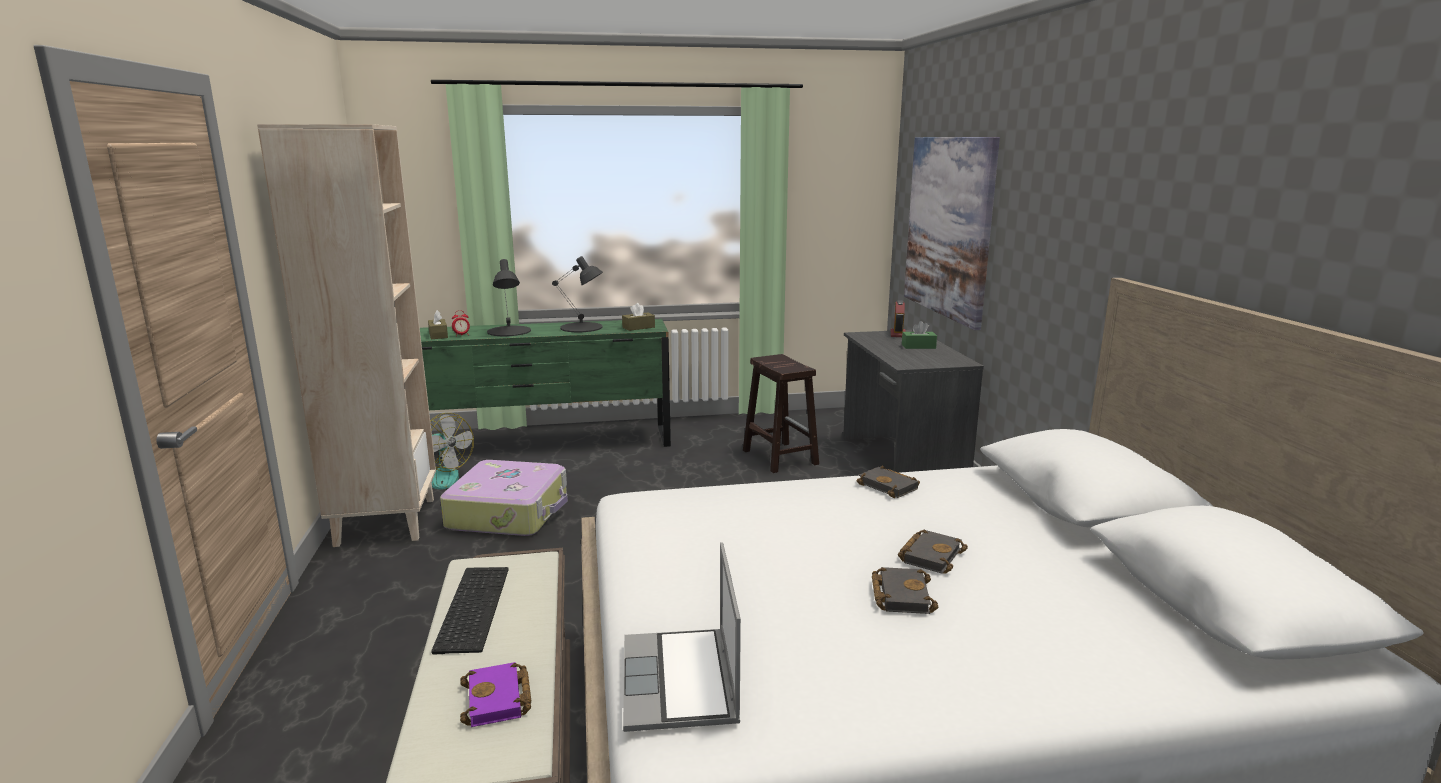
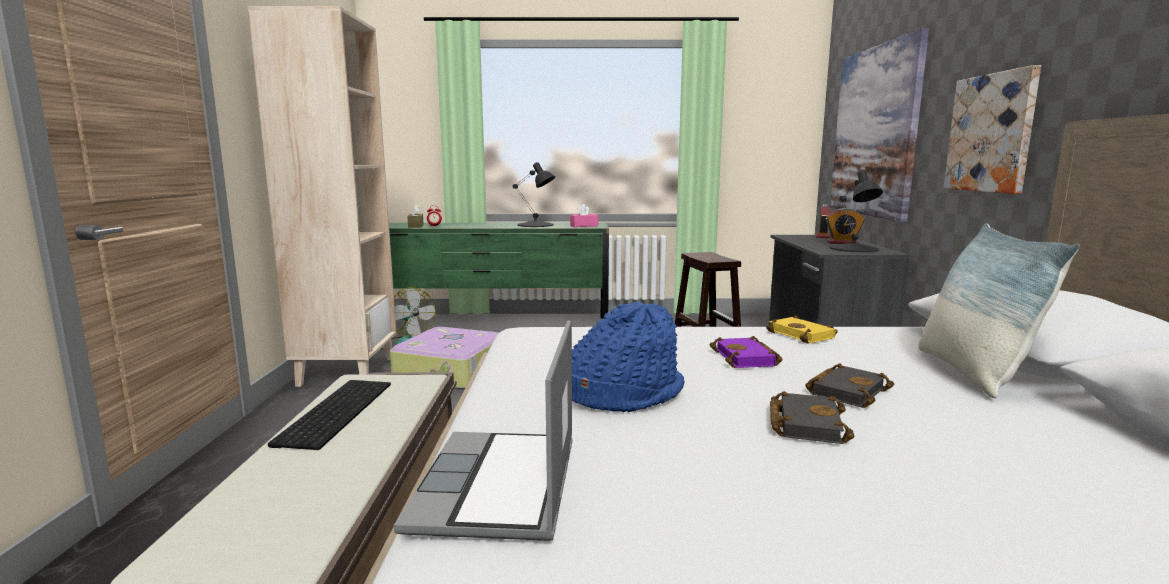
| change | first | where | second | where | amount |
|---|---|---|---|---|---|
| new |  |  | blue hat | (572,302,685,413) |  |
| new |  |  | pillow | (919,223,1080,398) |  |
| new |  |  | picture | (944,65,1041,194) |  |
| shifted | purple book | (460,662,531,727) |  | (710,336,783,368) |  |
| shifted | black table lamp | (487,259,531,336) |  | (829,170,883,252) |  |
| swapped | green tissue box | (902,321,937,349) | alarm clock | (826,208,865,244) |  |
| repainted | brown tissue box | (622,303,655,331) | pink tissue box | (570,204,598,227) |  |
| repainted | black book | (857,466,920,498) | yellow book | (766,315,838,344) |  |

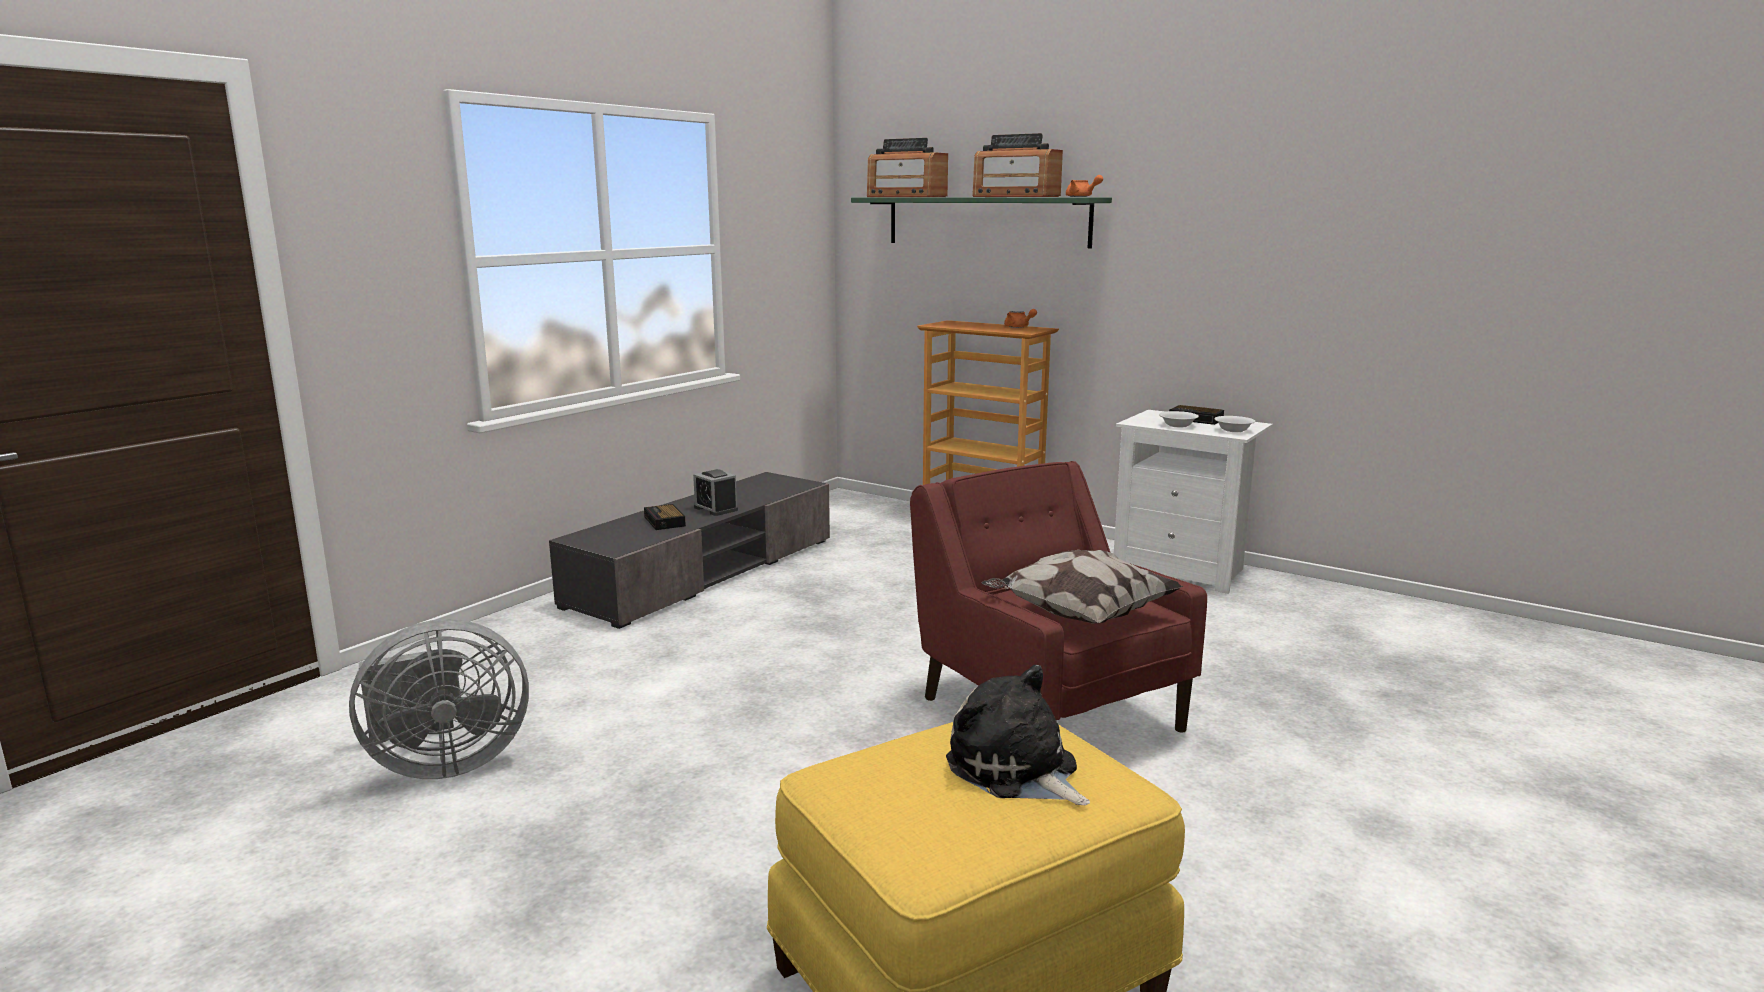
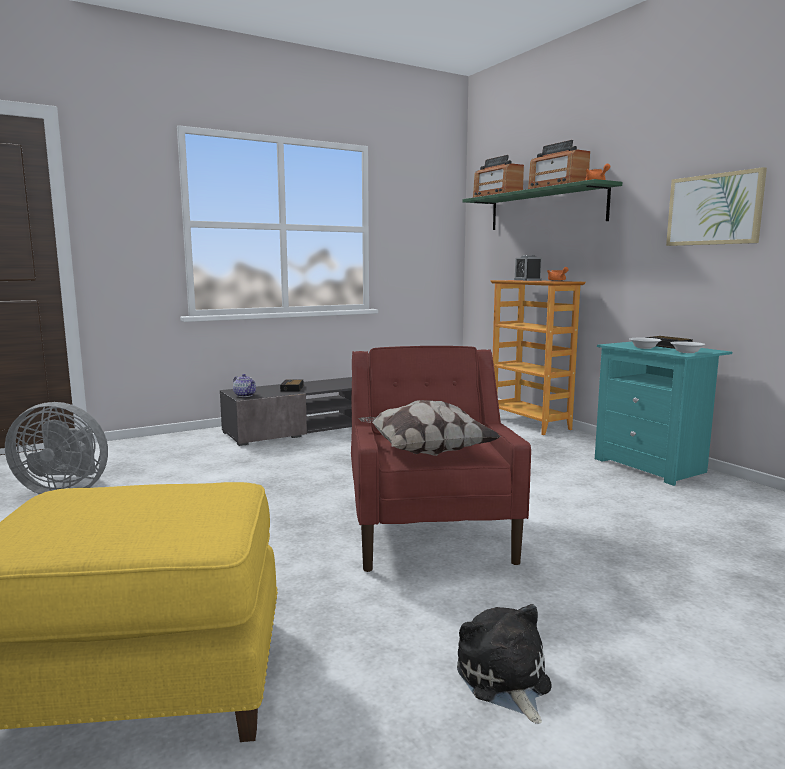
| change | first | where | second | where | amount |
|---|---|---|---|---|---|
| new |  |  | teapot | (233,374,256,397) |  |
| new |  |  | picture | (666,167,767,246) |  |
| shifted | alarm clock | (693,469,738,516) |  | (514,255,542,281) |  |
| shifted | plush toy | (946,665,1090,805) |  | (457,604,552,724) |  |
| repainted | white nightstand | (1114,410,1273,594) | turquoise nightstand | (595,342,732,486) |  |

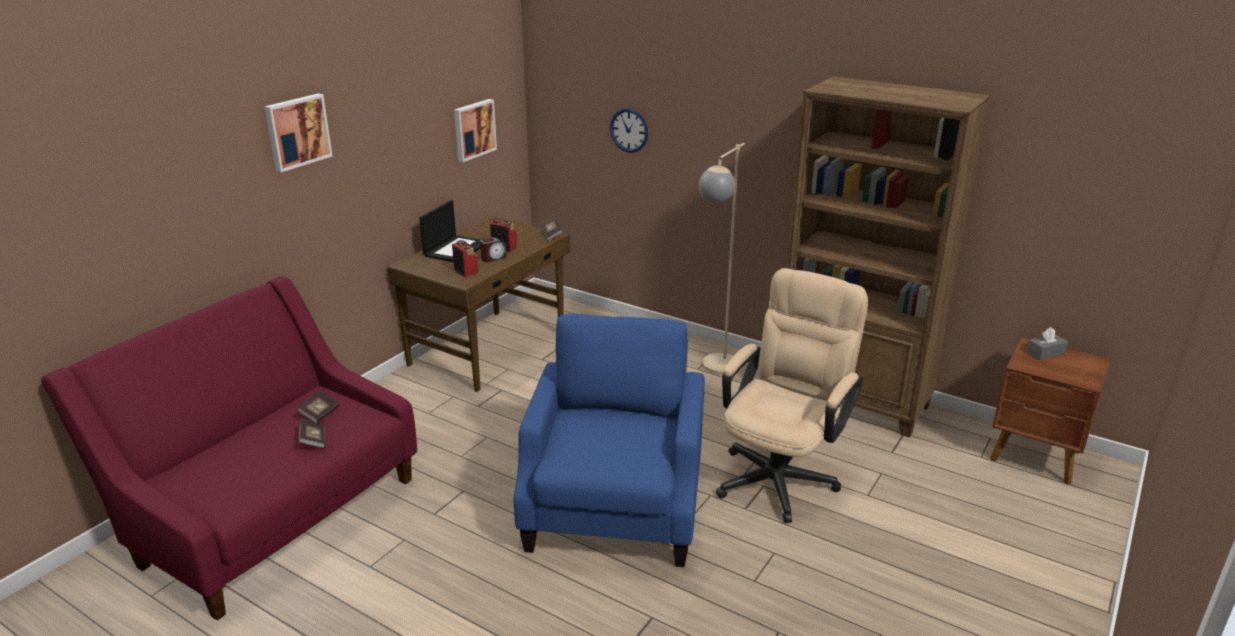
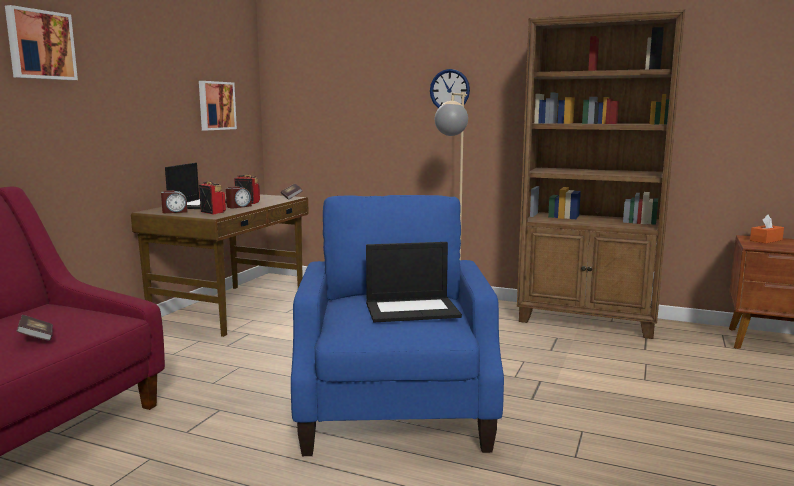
| change | first | where | second | where | amount |
|---|---|---|---|---|---|
| gone | book | (297,390,339,423) |  |  |  |
| gone | beige office chair | (716,268,868,523) |  |  |  |
| new |  |  | alarm clock | (161,190,187,213) |  |
| new |  |  | laptop | (366,242,462,322) |  |
| shifted | wall clock | (610,108,648,153) |  | (430,69,470,108) |  |
| repainted | grey tissue box | (1026,327,1068,360) | orange tissue box | (750,215,784,243) |  |

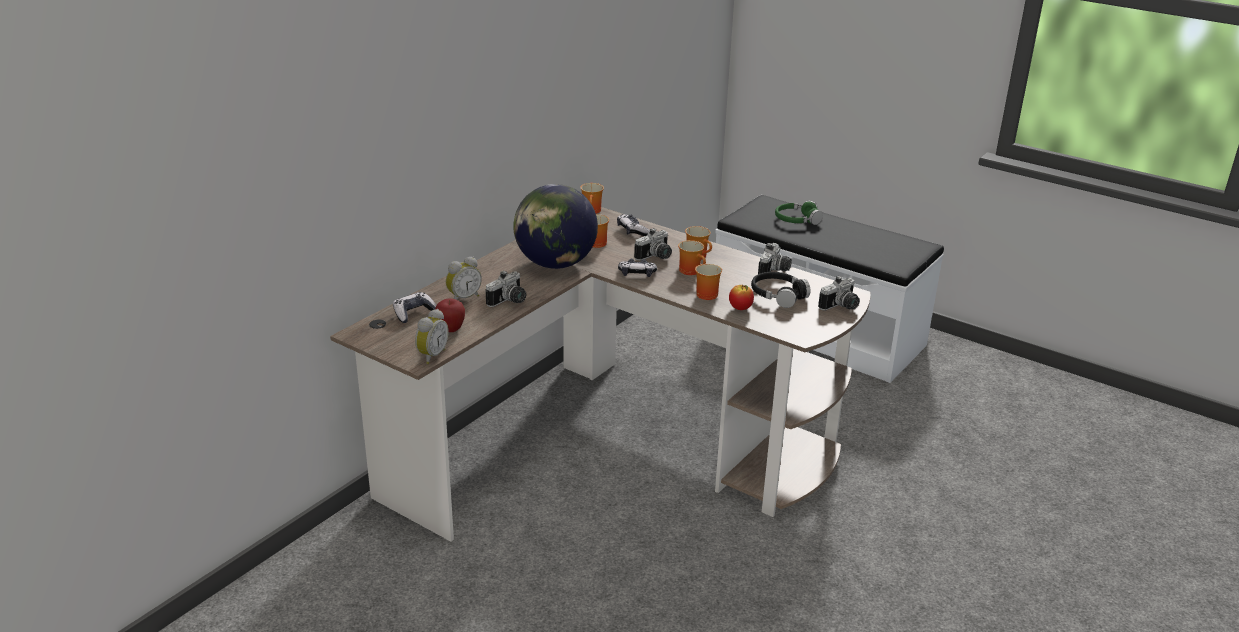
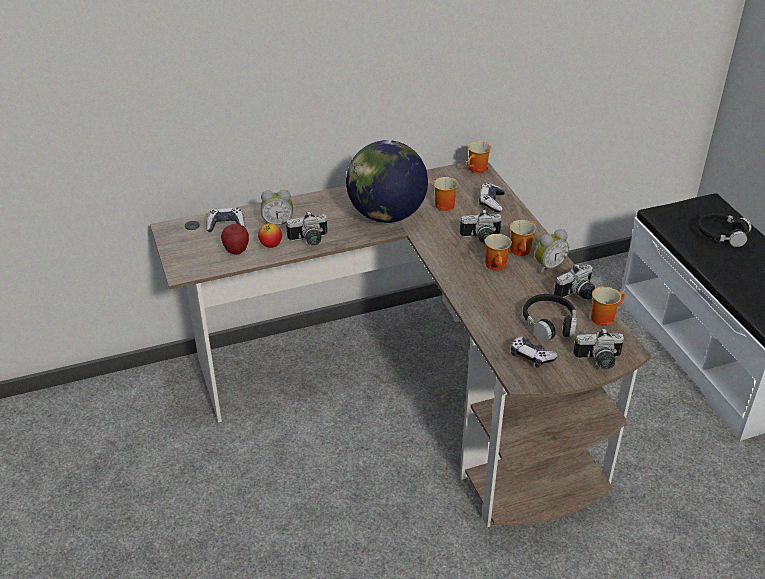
| change | first | where | second | where | amount |
|---|---|---|---|---|---|
| shifted | alarm clock | (415,309,449,364) |  | (535,229,569,274) |  |
| shifted | game controller | (618,259,657,277) |  | (511,337,558,368) |  |
| shifted | mug | (695,264,722,300) |  | (591,286,625,326) |  |
| shifted | apple | (729,284,754,310) |  | (258,224,282,248) |  |
| repainted | green headphones | (775,200,823,225) | black headphones | (698,213,751,247) |  |

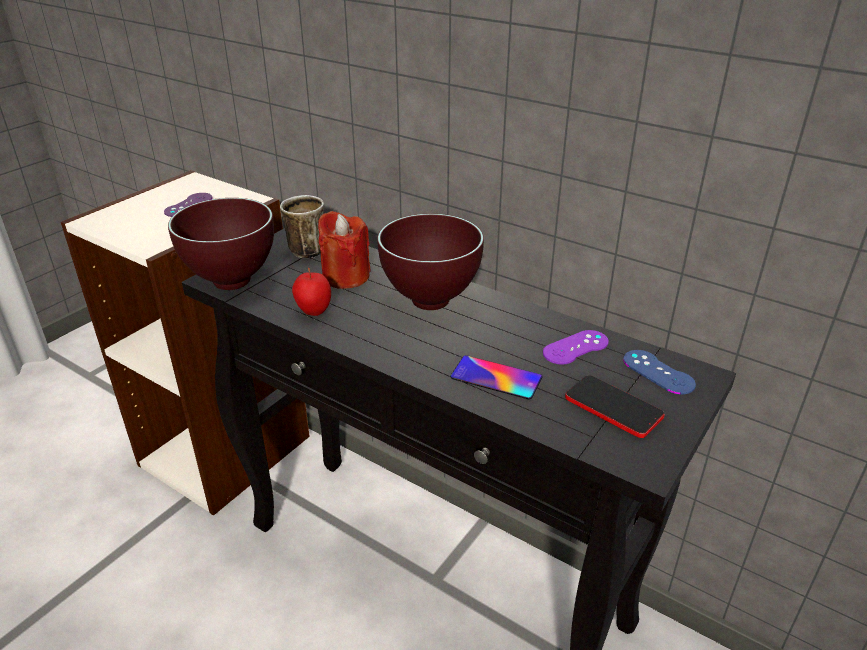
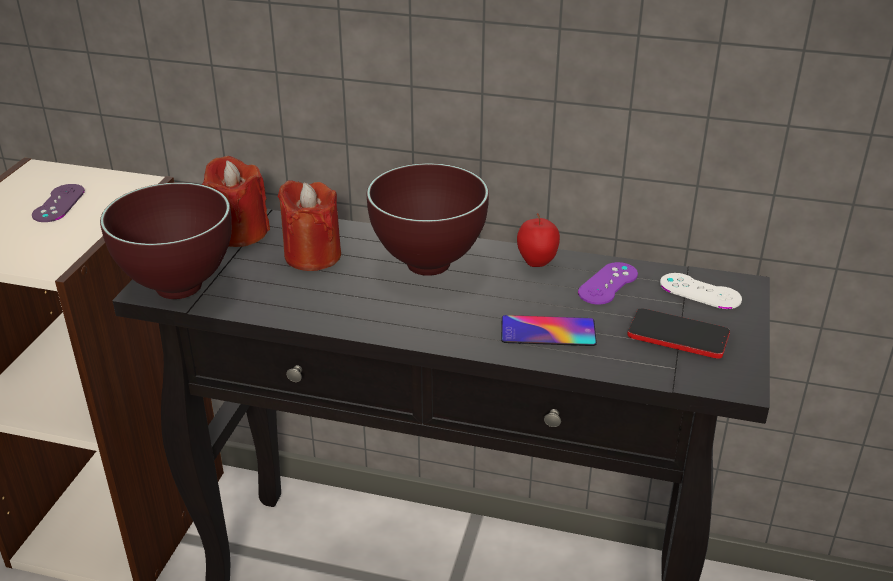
| change | first | where | second | where | amount |
|---|---|---|---|---|---|
| shifted | apple | (292,268,331,316) |  | (517,213,560,267) |  |
| swapped | mug | (280,195,324,258) | red candle | (202,156,270,247) |  |
| repainted | blue game controller | (623,350,696,395) | white game controller | (660,273,742,309) |  |

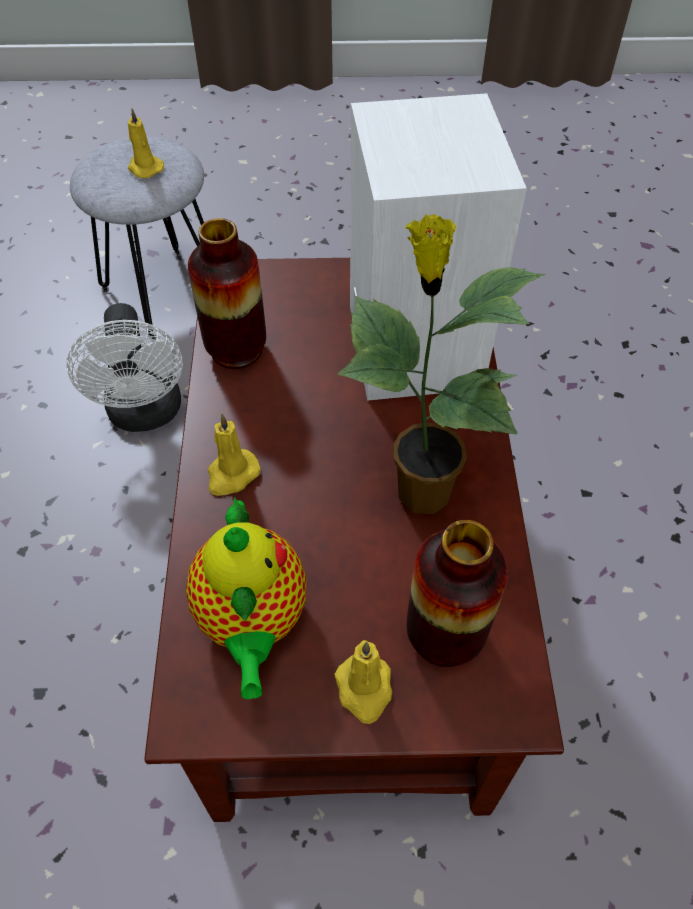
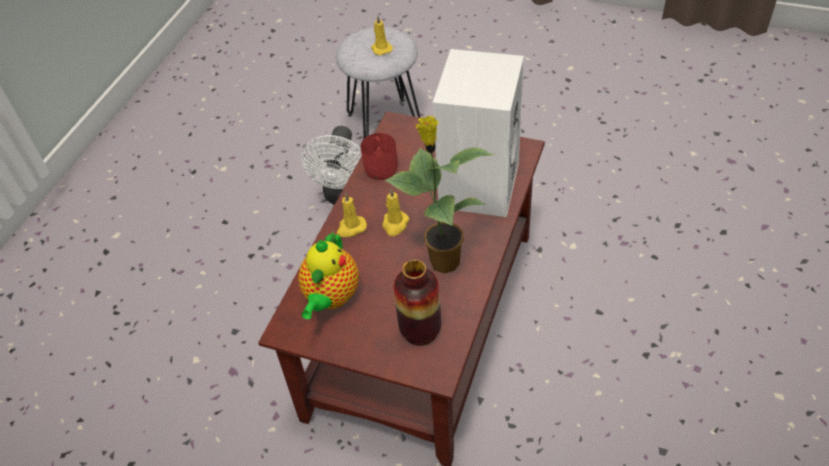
| change | first | where | second | where | amount |
|---|---|---|---|---|---|
| shifted | yellow candle | (334,640,392,724) |  | (382,188,409,236) |  |
| swapped | vase | (188,218,266,369) | red mug | (361,133,397,180) |  |

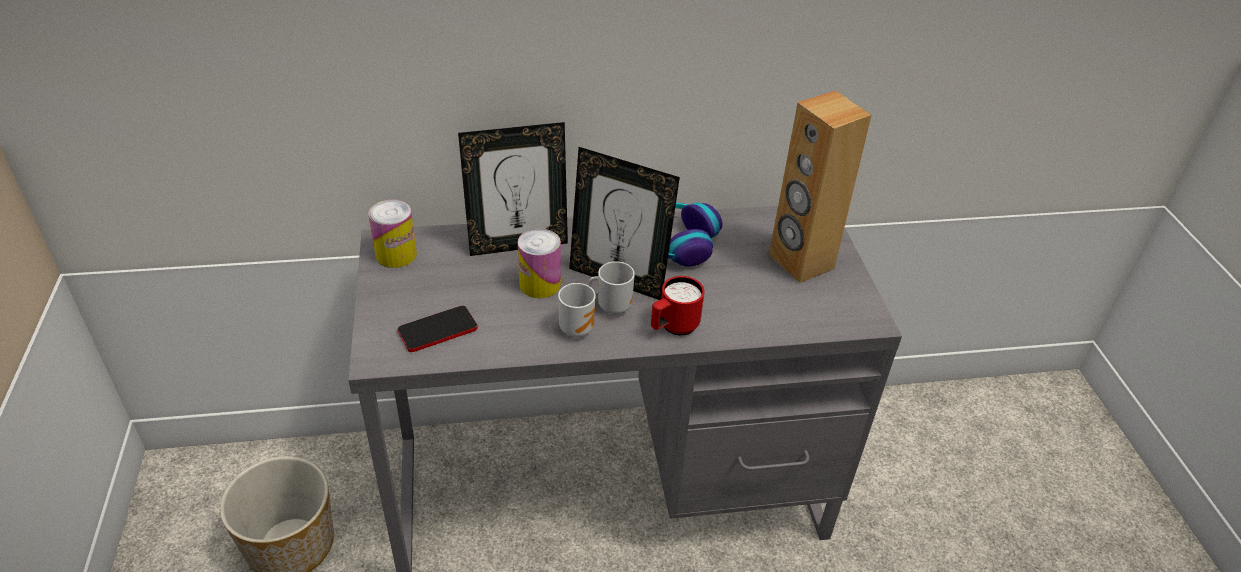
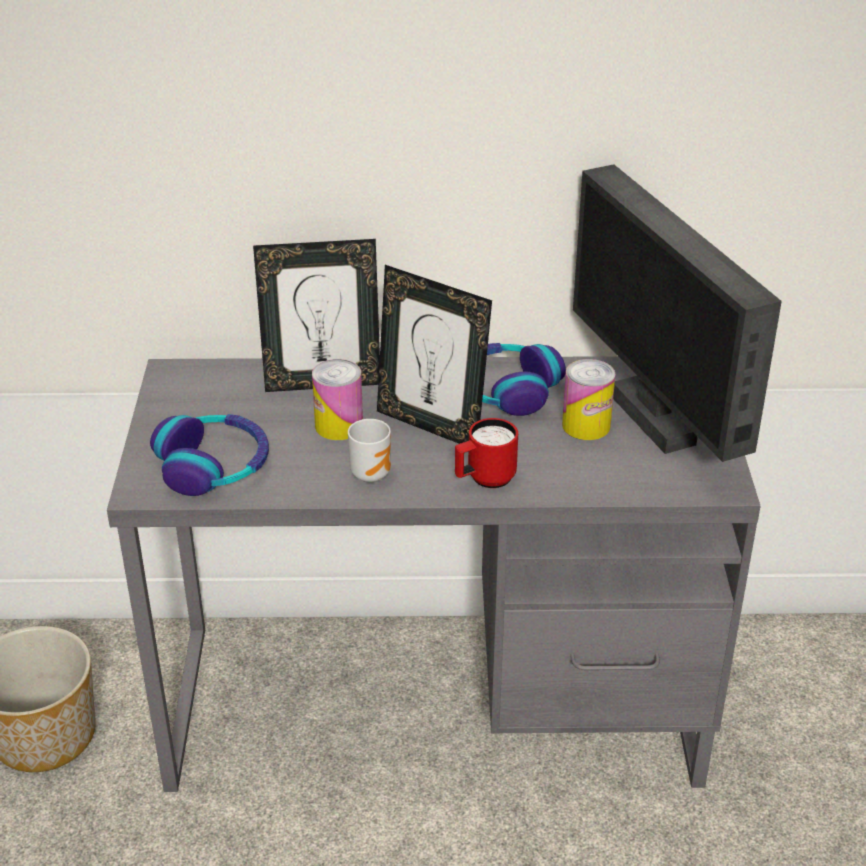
| change | first | where | second | where | amount |
|---|---|---|---|---|---|
| gone | mug | (588,261,635,315) |  |  |  |
| shifted | can | (369,200,417,268) |  | (562,359,615,440) |  |
| swapped | phone | (397,306,478,352) | headphones | (150,414,269,496) |  |
| swapped | brown speaker | (769,91,872,283) | monitor | (573,164,782,462) |  |

